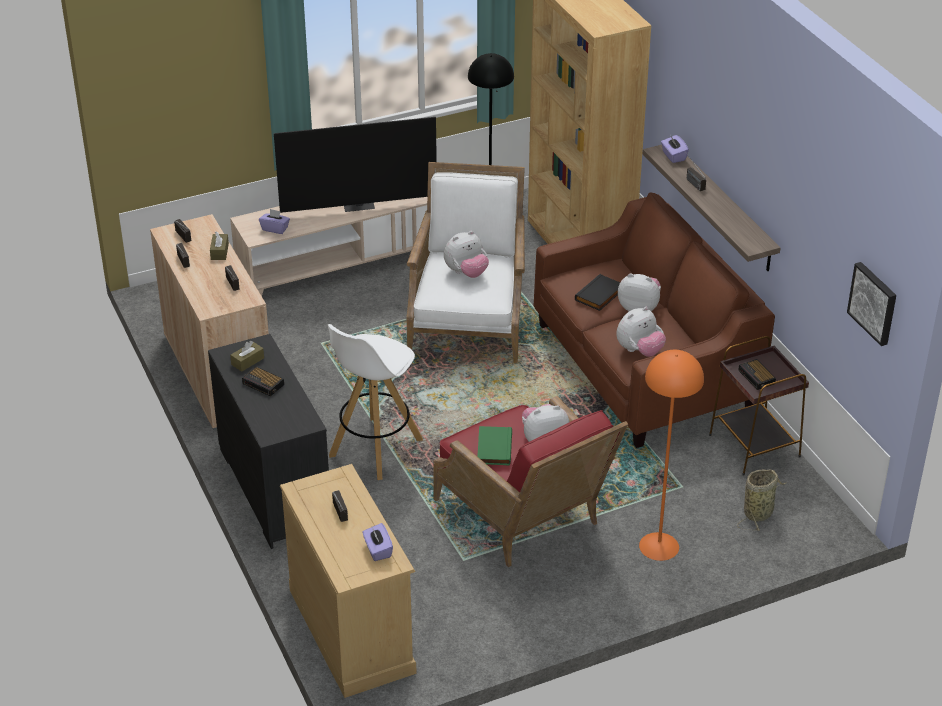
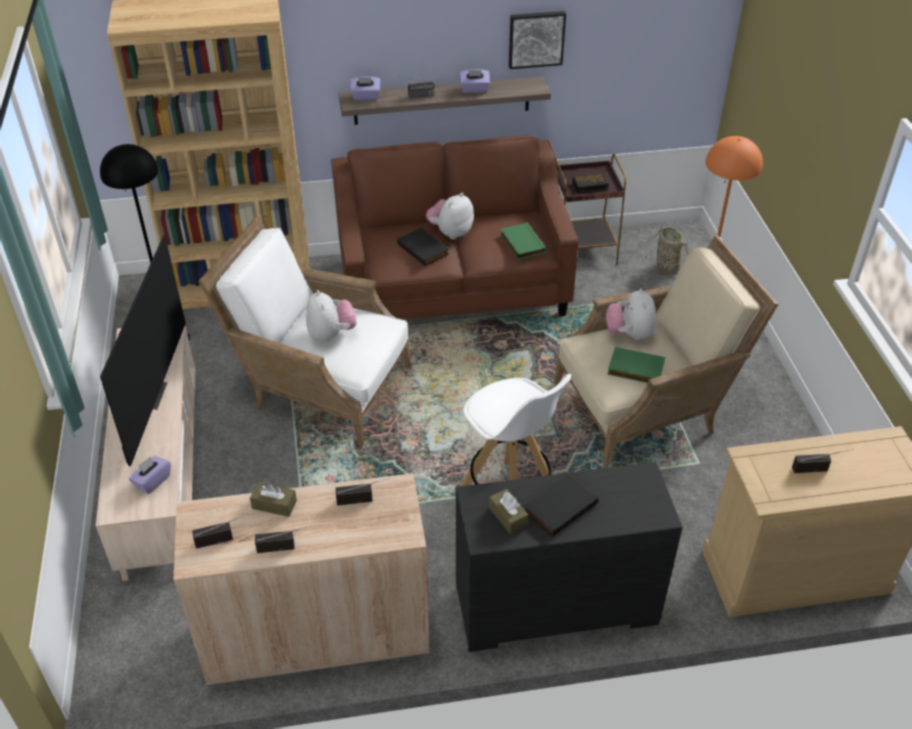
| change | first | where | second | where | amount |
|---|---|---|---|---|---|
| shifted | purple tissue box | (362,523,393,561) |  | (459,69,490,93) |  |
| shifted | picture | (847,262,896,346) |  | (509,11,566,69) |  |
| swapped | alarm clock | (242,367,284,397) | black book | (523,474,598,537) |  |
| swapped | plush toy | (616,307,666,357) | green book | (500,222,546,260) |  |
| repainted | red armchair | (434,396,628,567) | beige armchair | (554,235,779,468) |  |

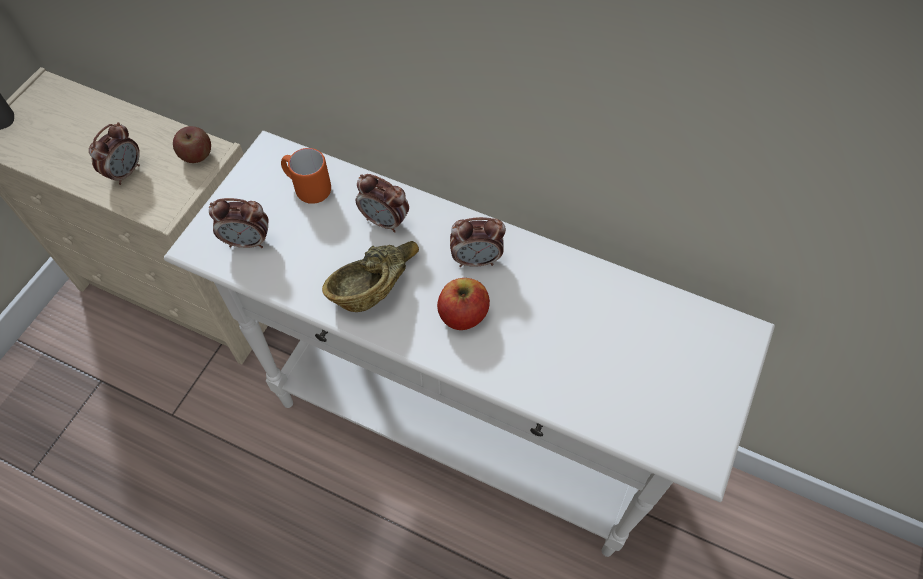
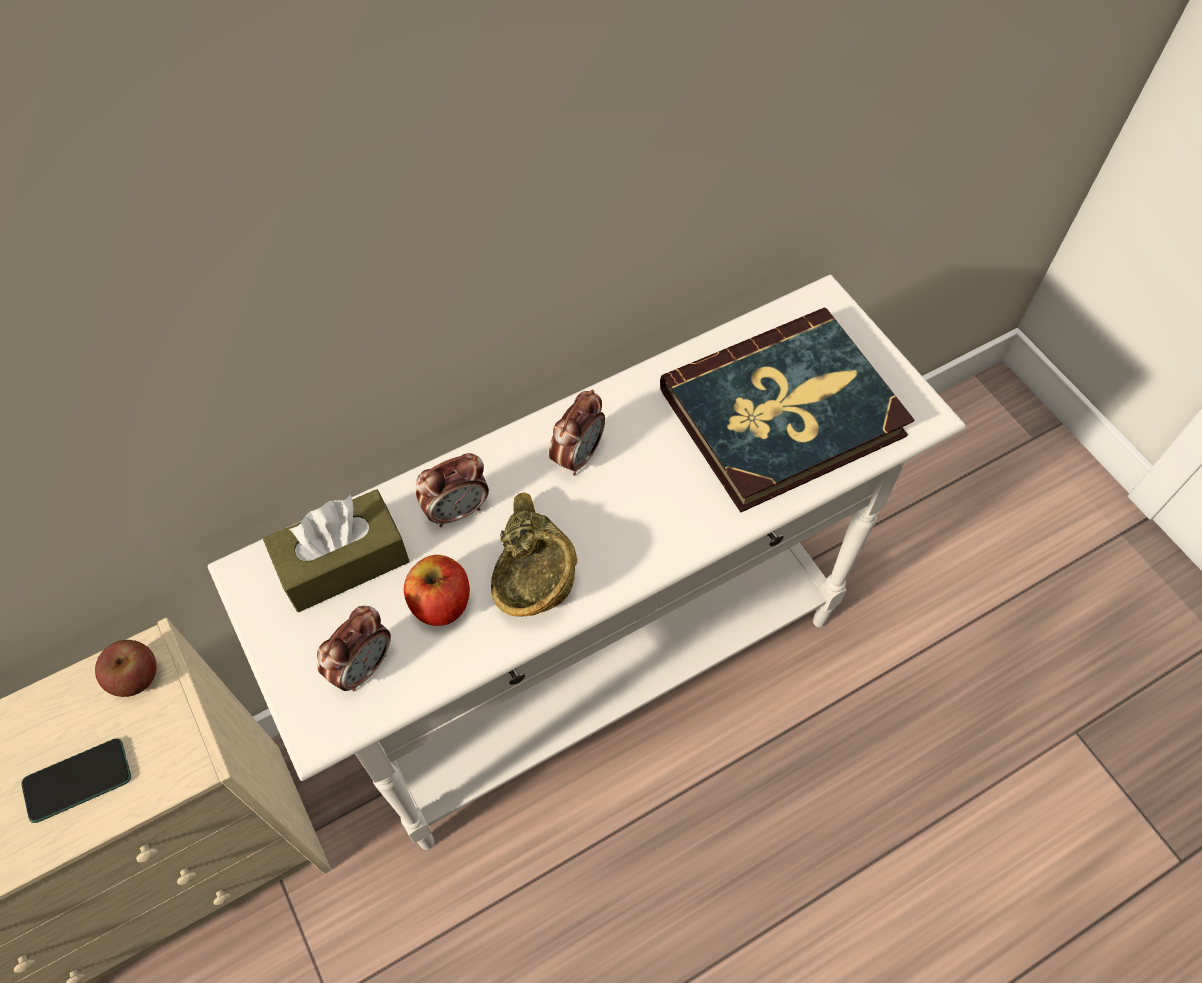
| change | first | where | second | where | amount |
|---|---|---|---|---|---|
| new |  |  | book | (660,307,914,512) |  |
| shifted | apple | (437,278,490,330) |  | (404,555,470,626) |  |
| swapped | alarm clock | (89,122,140,185) | phone | (21,738,131,823) |  |
| swapped | orange mug | (281,148,331,204) | brown tissue box | (263,489,409,612) |  |

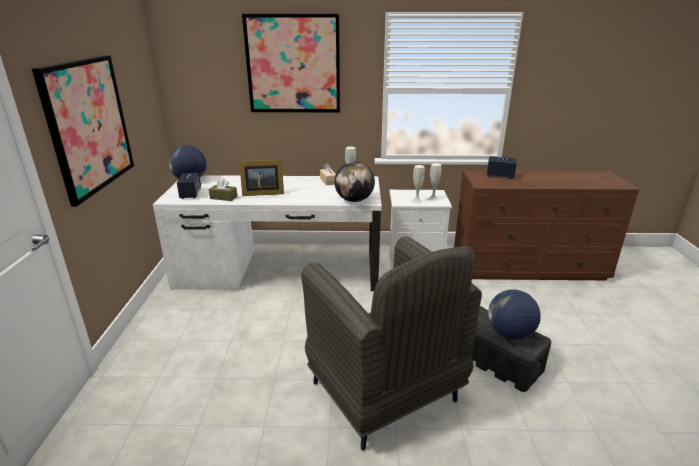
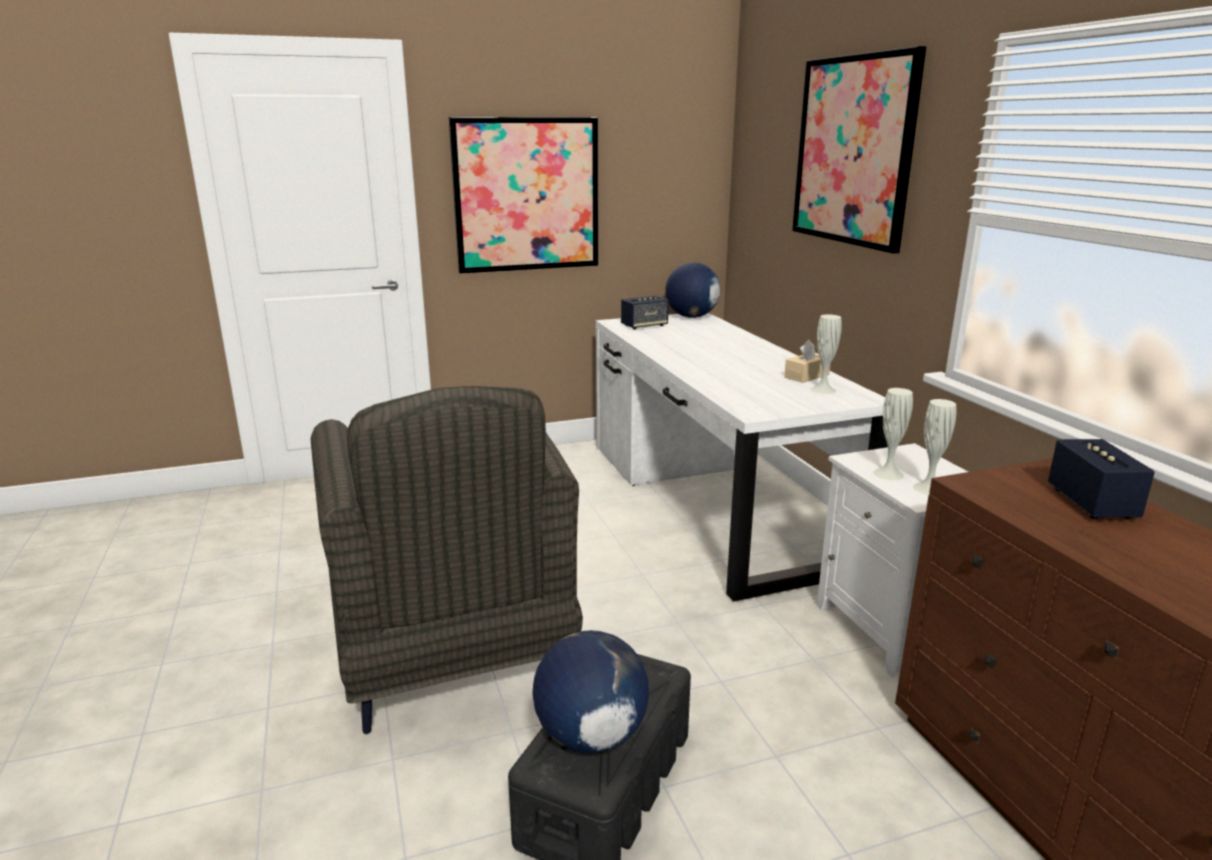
| change | first | where | second | where | amount |
|---|---|---|---|---|---|
| gone | brown tissue box | (209,178,237,201) |  |  |  |
| gone | picture frame | (239,159,284,196) |  |  |  |
| gone | globe | (334,161,375,202) |  |  |  |
| rotated | grey armchair | (301,236,482,451) |  | (311,386,583,734) | 60 degrees counterclockwise |

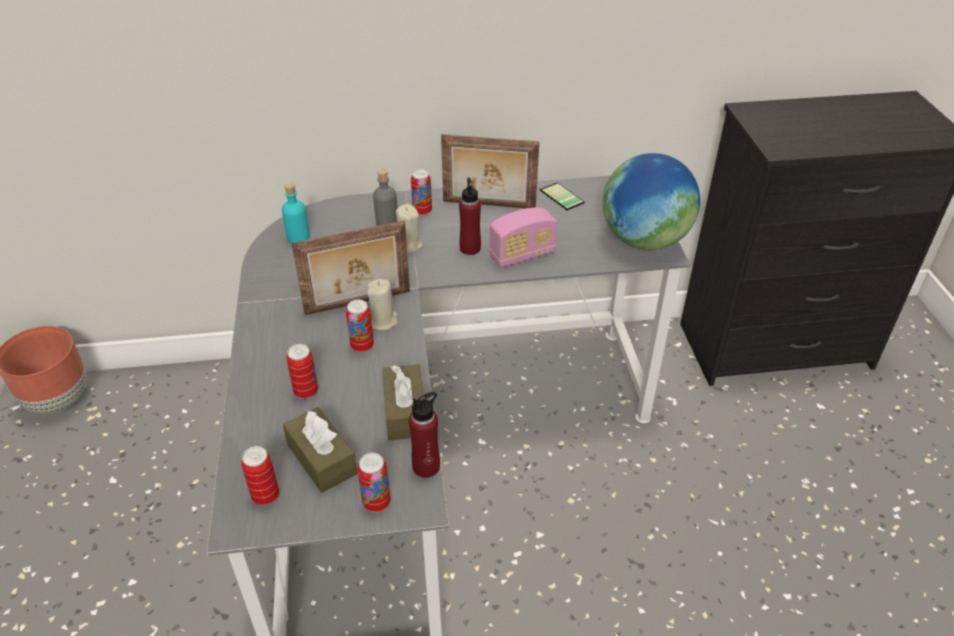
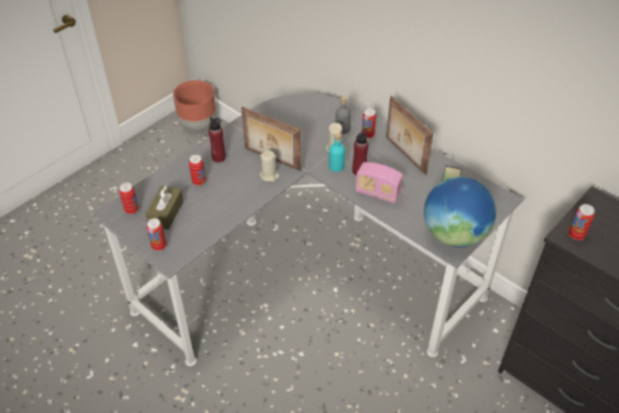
| change | first | where | second | where | amount |
|---|---|---|---|---|---|
| gone | brown tissue box | (382,364,424,440) |  |  |  |
| shifted | turquoise bottle | (282,183,310,243) |  | (329,133,345,172) |  |
| shifted | can | (346,299,374,352) |  | (569,204,595,240) |  |
| shifted | red bottle | (409,392,440,478) |  | (209,117,226,162) |  |

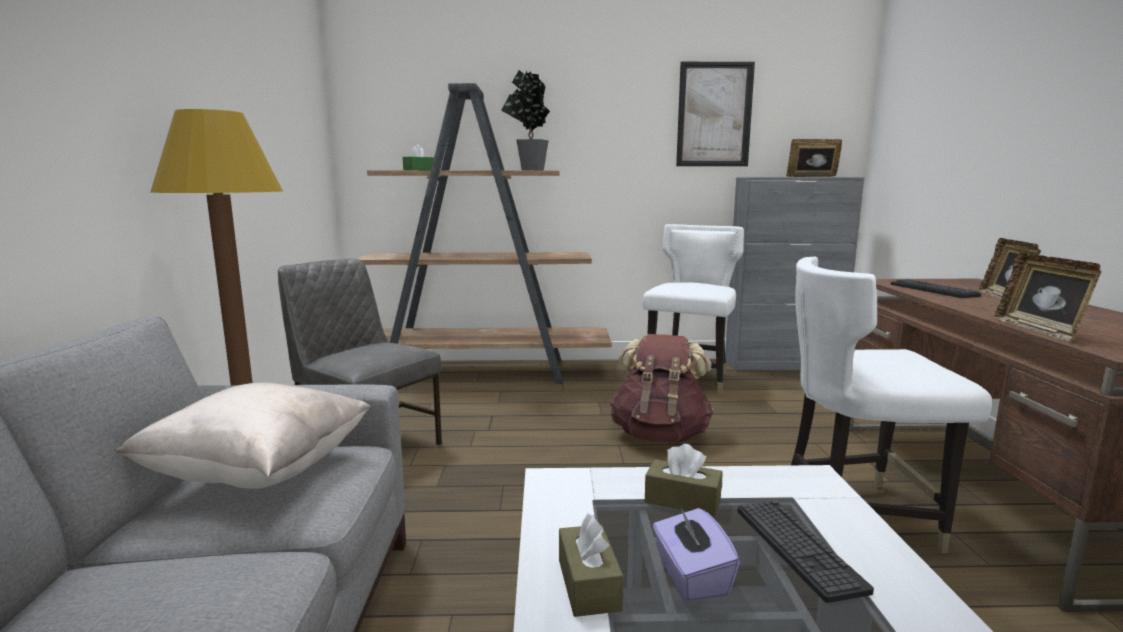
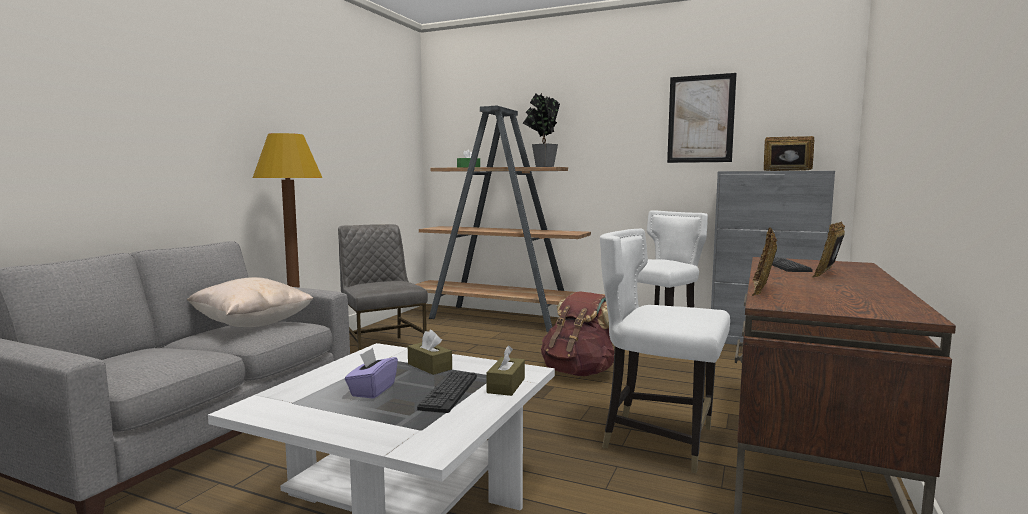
| change | first | where | second | where | amount |
|---|---|---|---|---|---|
| shifted | brown tissue box | (559,513,623,617) |  | (486,345,525,396) |  |

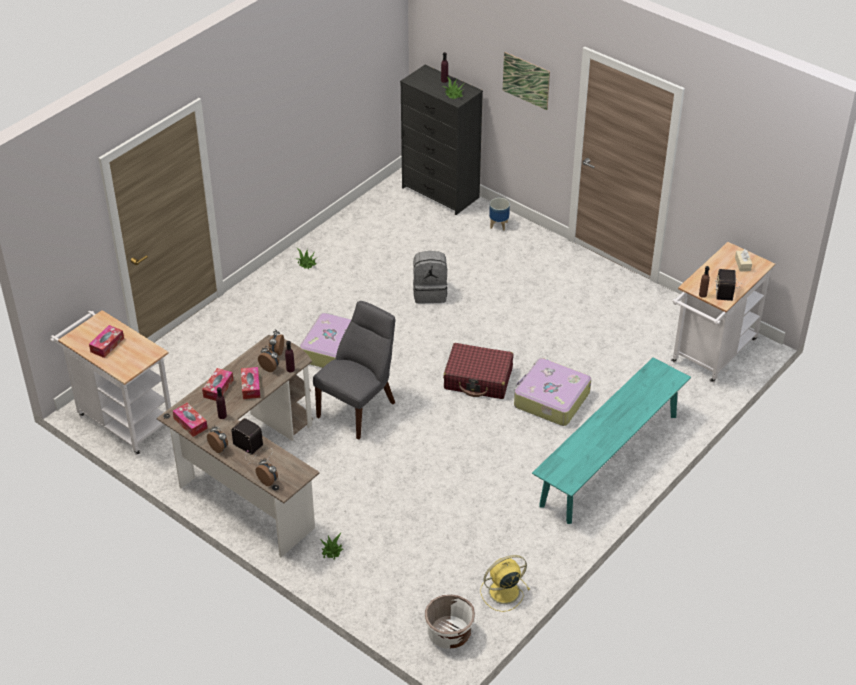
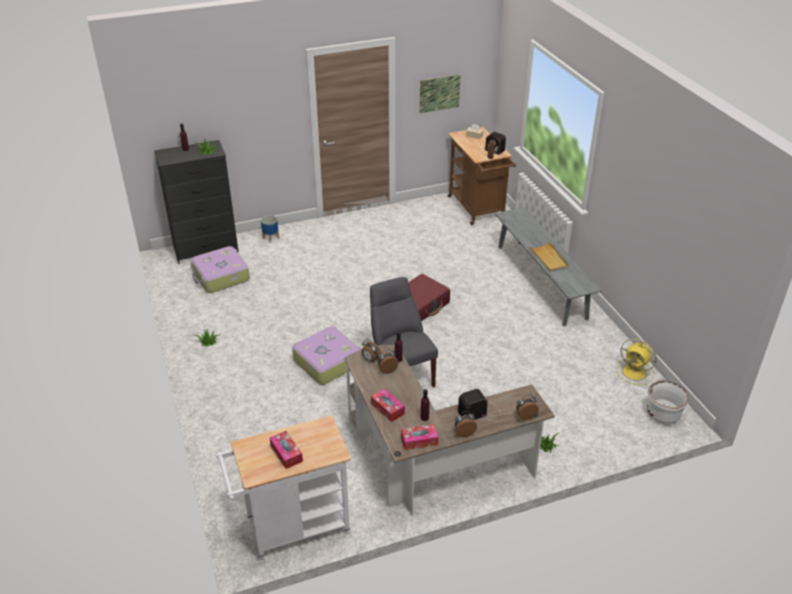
| change | first | where | second | where | amount |
|---|---|---|---|---|---|
| gone | tissue box | (241,367,260,399) |  |  |  |
| gone | grey backpack | (413,251,448,304) |  |  |  |
| new |  |  | beige tray | (529,242,569,272) |  |
| shifted | picture | (503,52,550,110) |  | (419,74,461,113) |  |
| shifted | suitcase | (514,358,591,426) |  | (190,246,250,293) |  |
| repainted | turquoise bench | (532,357,691,524) | grey bench | (495,207,602,326) |  |
| repainted | white cart | (671,242,775,383) | brown cart | (448,127,516,225) |  |
| rotated | yellow fan | (480,555,530,612) |  | (616,339,657,385) | 60 degrees counterclockwise |

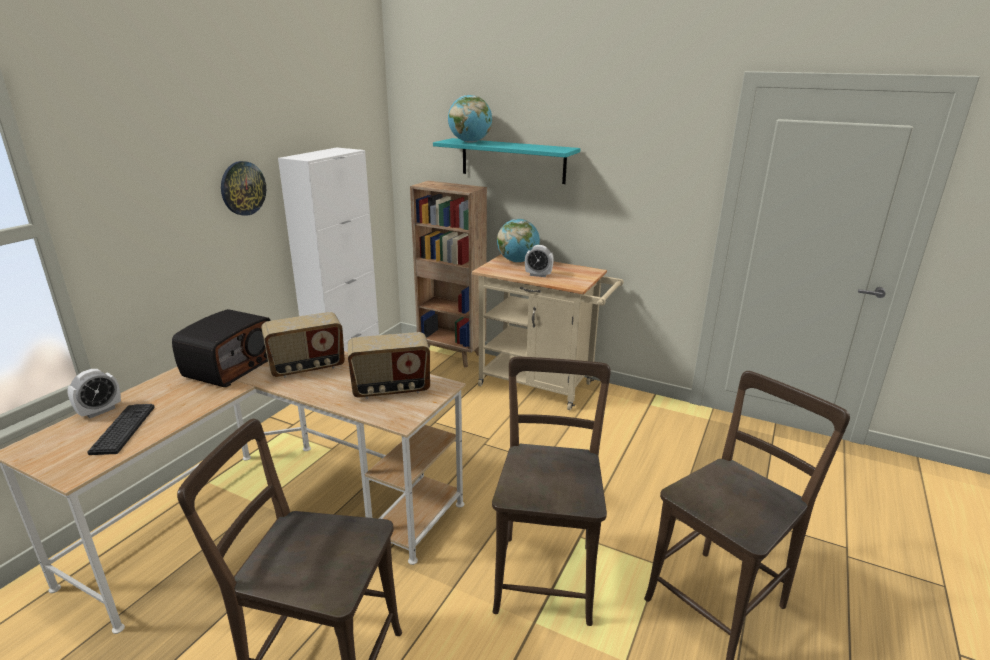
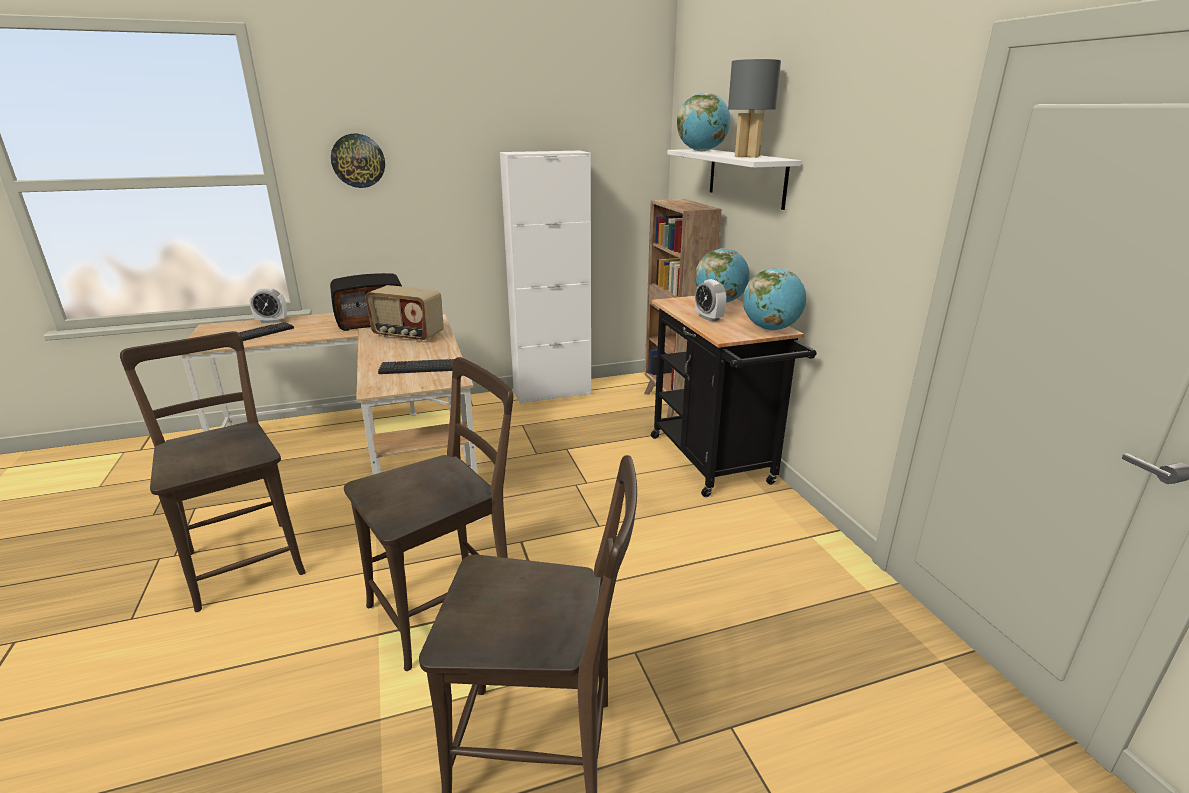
| change | first | where | second | where | amount |
|---|---|---|---|---|---|
| new |  |  | grey table lamp | (728,59,781,158) |  |
| new |  |  | globe | (743,268,806,331) |  |
| shifted | wall clock | (221,161,266,216) |  | (331,134,385,188) |  |
| swapped | radio | (348,332,430,399) | keyboard | (378,359,454,374) |  |
| repainted | turquoise shelf | (433,138,581,184) | white shelf | (667,149,801,210) |  |
| repainted | beige cart | (471,254,623,410) | black cart | (651,296,817,497) |  |

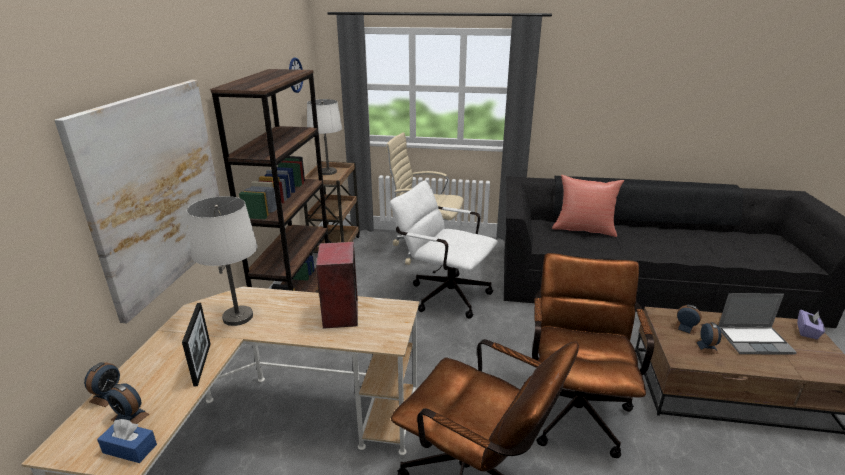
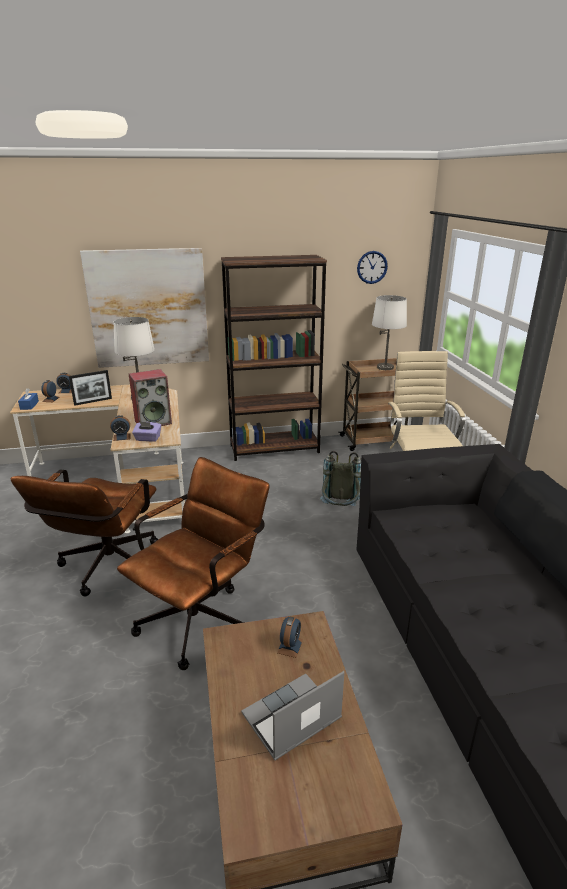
| change | first | where | second | where | amount |
|---|---|---|---|---|---|
| gone | red pillow | (552,175,624,237) |  |  |  |
| shifted | alarm clock | (695,322,721,354) |  | (110,415,131,441) |  |
| shifted | purple tissue box | (797,310,825,339) |  | (132,421,161,442) |  |
| swapped | white office chair | (390,180,498,319) | grey backpack | (320,451,361,506) |  |
| rotated | brown office chair | (524,253,654,458) |  | (117,457,269,670) | 45 degrees counterclockwise |
| rotated | laptop | (718,293,797,355) |  | (241,671,344,760) | 75 degrees clockwise |

